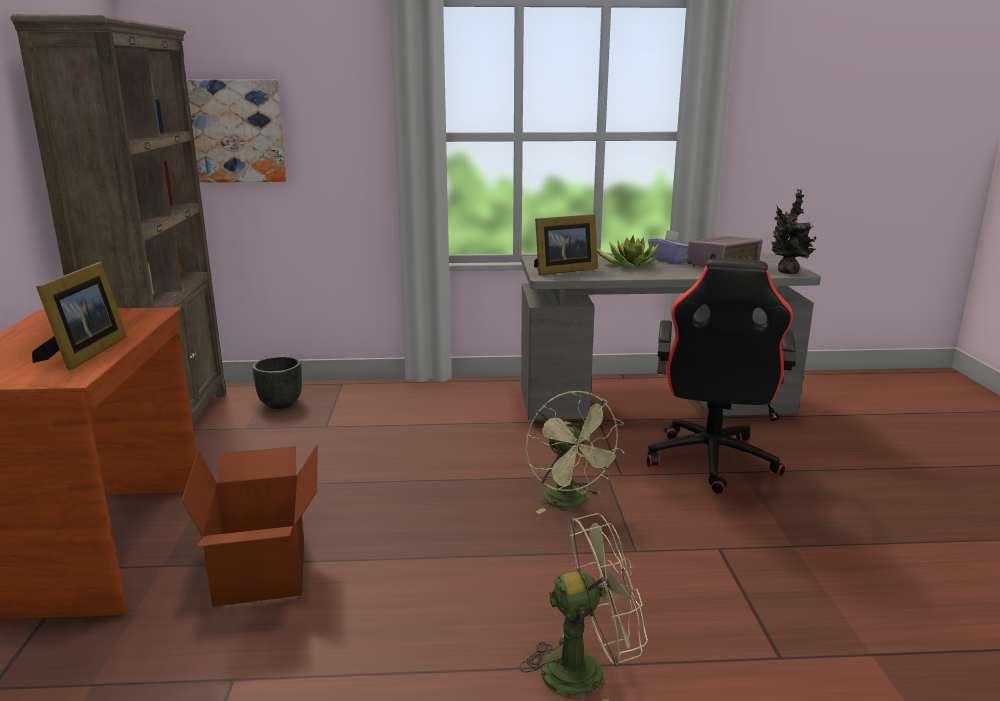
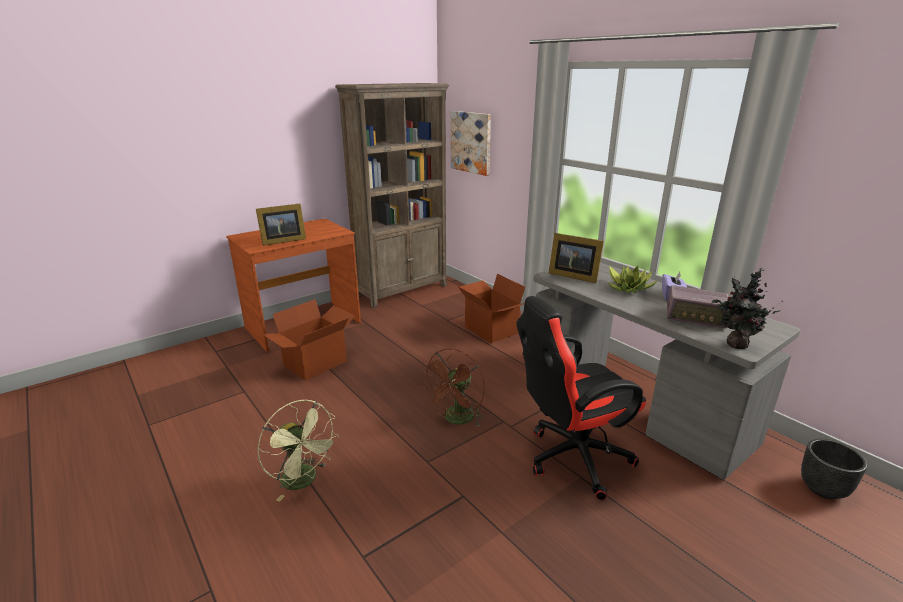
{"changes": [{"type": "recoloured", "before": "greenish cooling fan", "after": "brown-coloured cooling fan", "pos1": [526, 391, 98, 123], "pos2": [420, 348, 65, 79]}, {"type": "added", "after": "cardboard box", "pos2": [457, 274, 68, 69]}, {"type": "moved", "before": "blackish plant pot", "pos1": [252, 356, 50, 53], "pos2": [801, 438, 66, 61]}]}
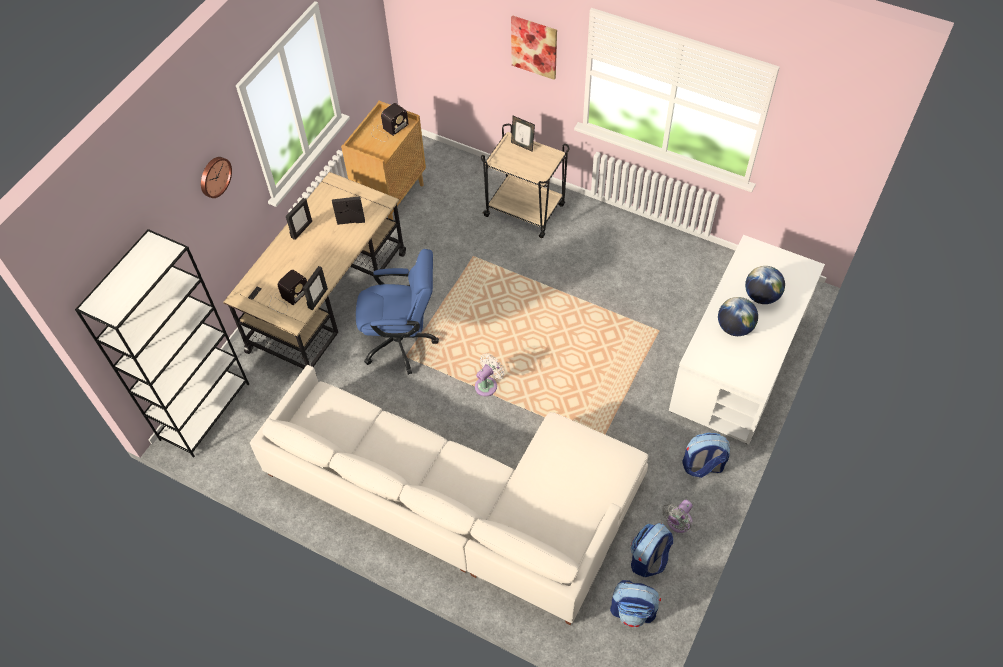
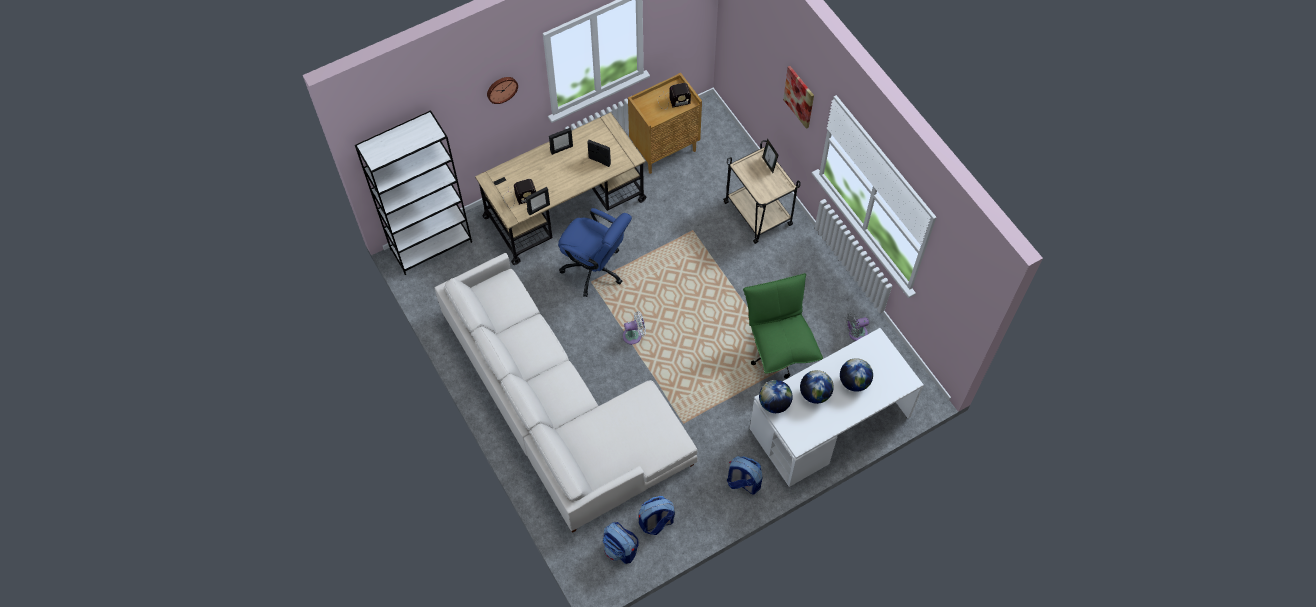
{"changes": [{"type": "added", "after": "greenish office chair", "pos2": [743, 273, 80, 106]}, {"type": "added", "after": "world globe", "pos2": [759, 380, 34, 33]}, {"type": "moved", "before": "grey cooling fan", "pos1": [662, 500, 31, 33], "pos2": [846, 312, 23, 29]}]}
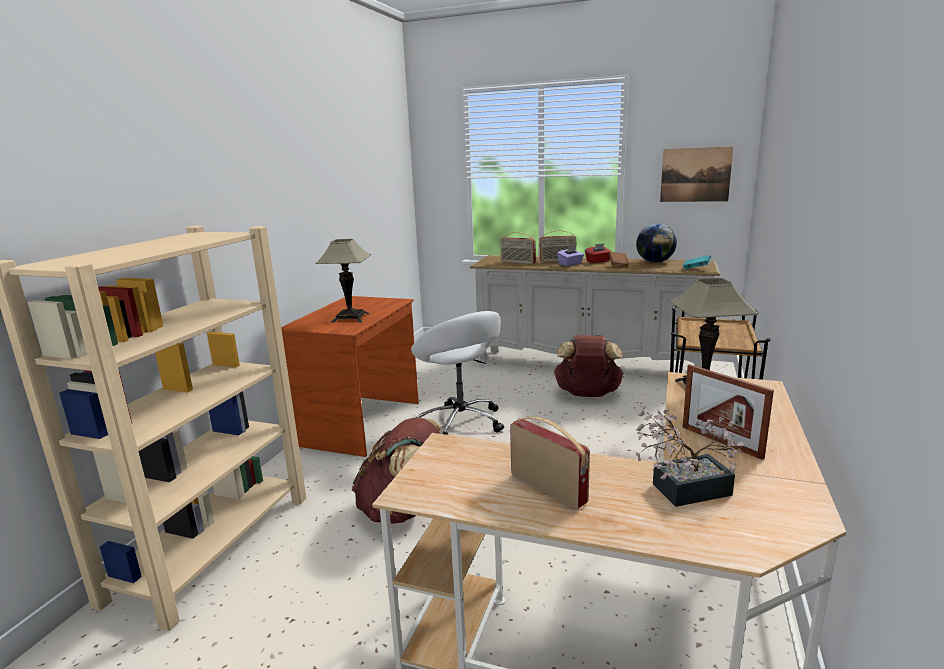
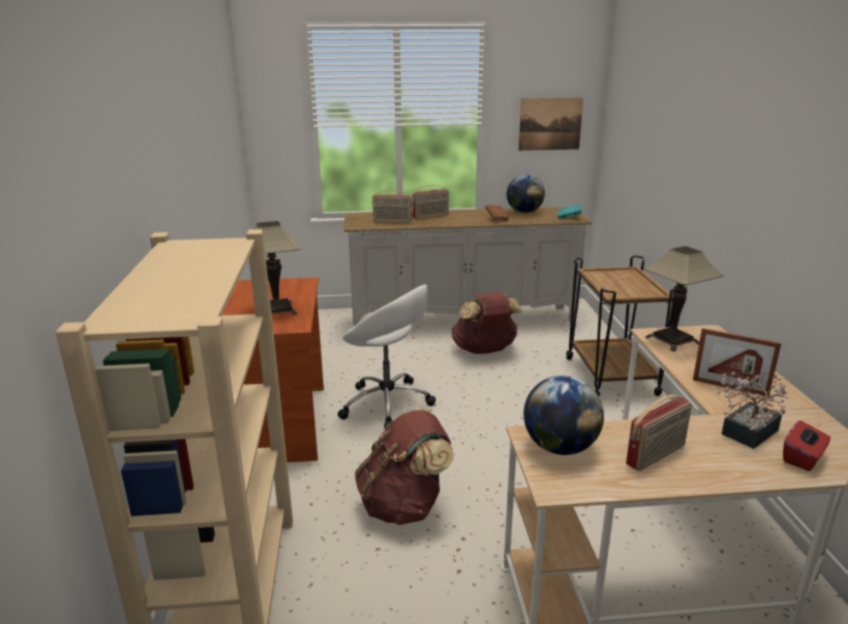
{"changes": [{"type": "added", "after": "world globe", "pos2": [524, 375, 80, 80]}, {"type": "turned", "before": "radio", "pos1": [510, 417, 80, 93], "pos2": [626, 395, 66, 76], "turn": 120}, {"type": "moved", "before": "red-coloured box of tissues", "pos1": [585, 243, 27, 20], "pos2": [783, 421, 48, 50]}, {"type": "removed", "before": "purple box of tissues", "pos1": [557, 246, 27, 20]}]}
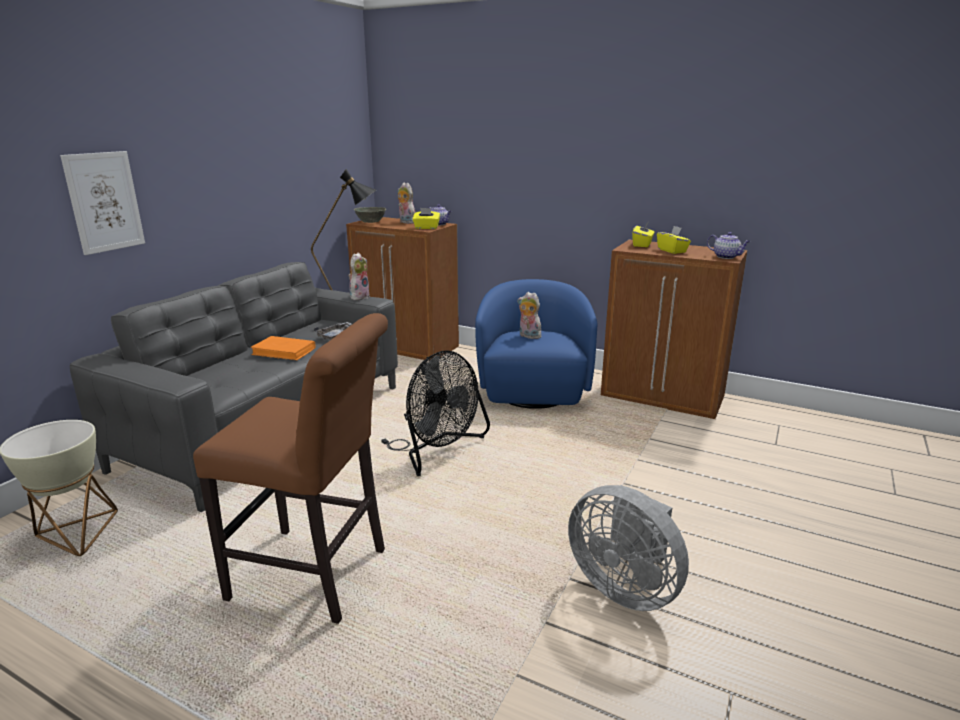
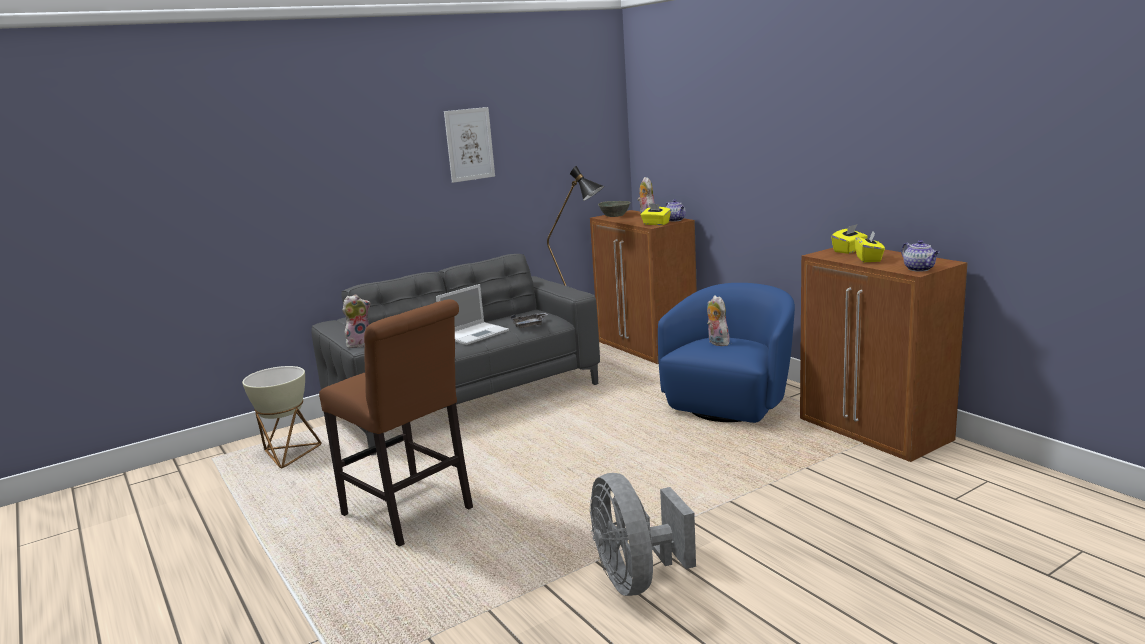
{"changes": [{"type": "moved", "before": "cuddly toy", "pos1": [349, 252, 21, 48], "pos2": [343, 294, 28, 54]}, {"type": "replaced", "before": "orange-coloured volume", "after": "portable computer", "pos1": [250, 336, 66, 25], "pos2": [436, 284, 73, 61]}, {"type": "moved", "before": "wall art", "pos1": [60, 151, 85, 104], "pos2": [444, 107, 51, 76]}, {"type": "removed", "before": "blackish cooling fan", "pos1": [381, 351, 109, 125]}]}
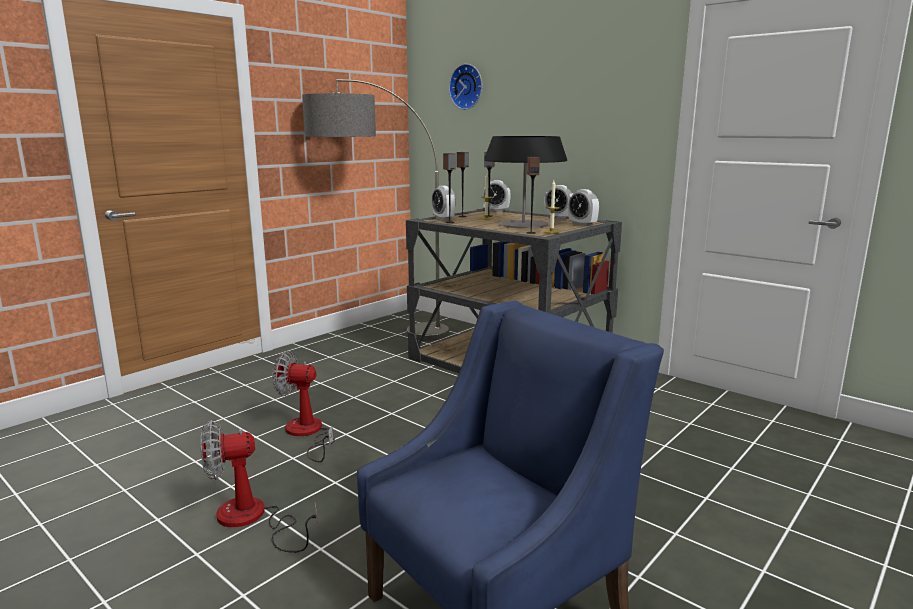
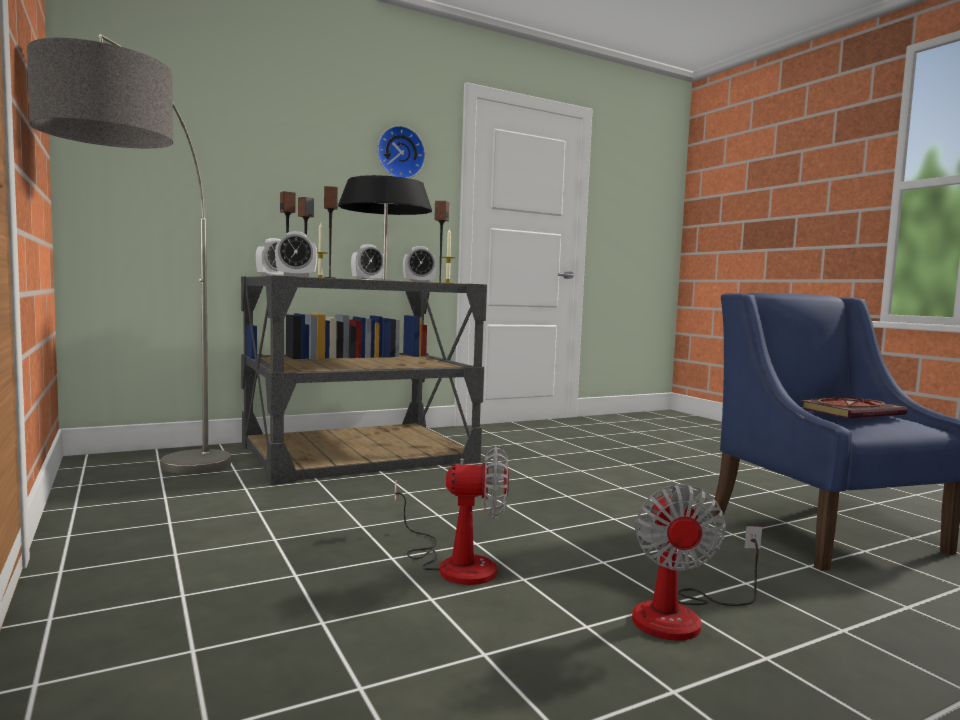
{"changes": [{"type": "moved", "before": "hanging clock", "pos1": [449, 64, 33, 46], "pos2": [377, 126, 48, 52]}, {"type": "turned", "before": "cooling fan", "pos1": [272, 351, 63, 111], "pos2": [394, 445, 115, 140], "turn": -120}, {"type": "added", "after": "volume", "pos2": [800, 397, 108, 21]}]}
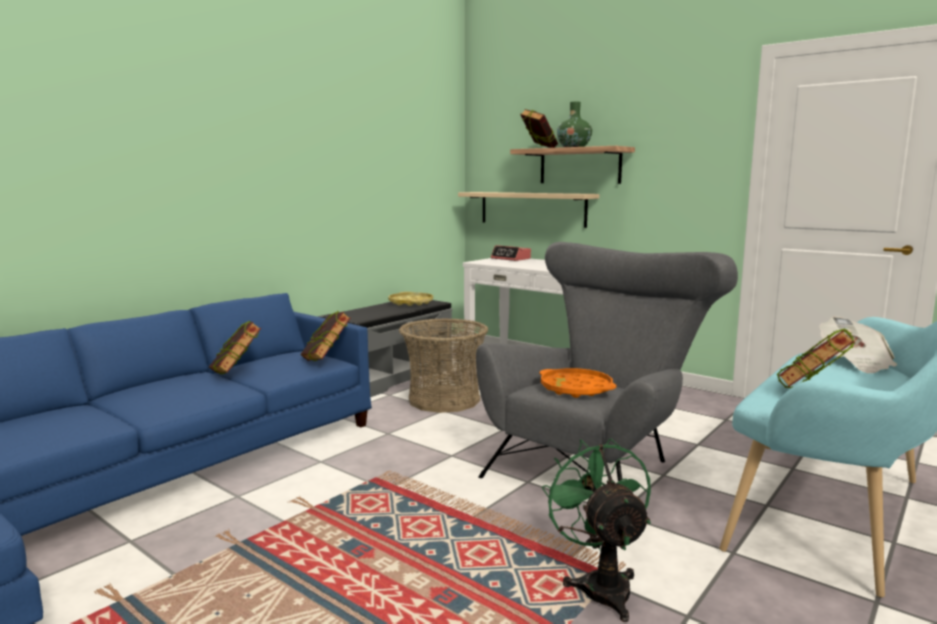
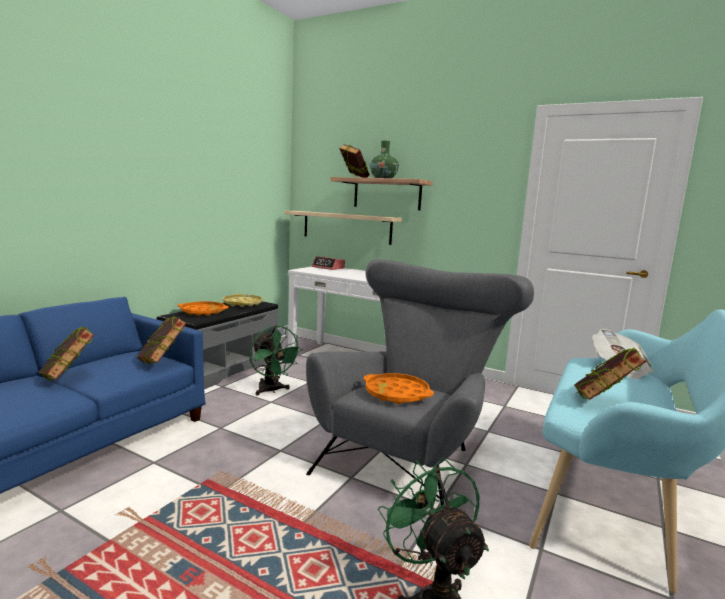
{"changes": [{"type": "added", "after": "orange-coloured carrying tray", "pos2": [177, 301, 52, 15]}, {"type": "replaced", "before": "basket", "after": "greenish cooling fan", "pos1": [399, 318, 89, 95], "pos2": [249, 326, 54, 70]}]}
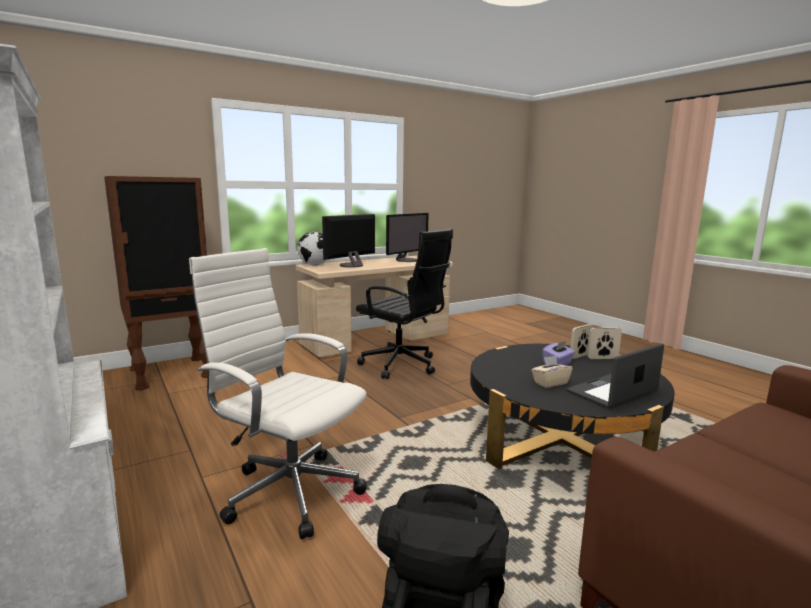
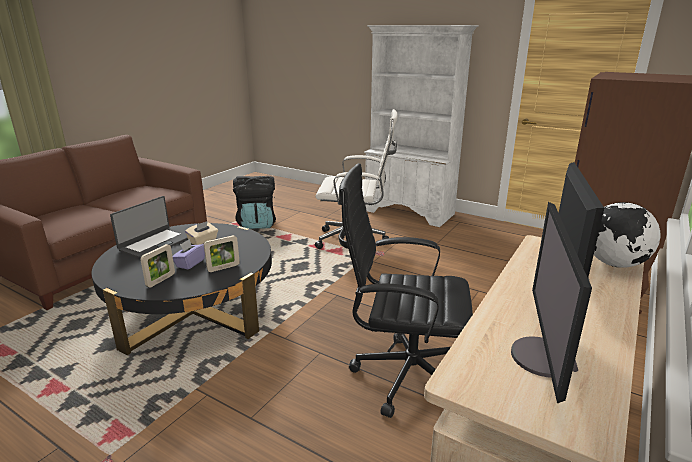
{"changes": [{"type": "moved", "before": "photo frame", "pos1": [587, 327, 35, 32], "pos2": [204, 235, 36, 37]}]}
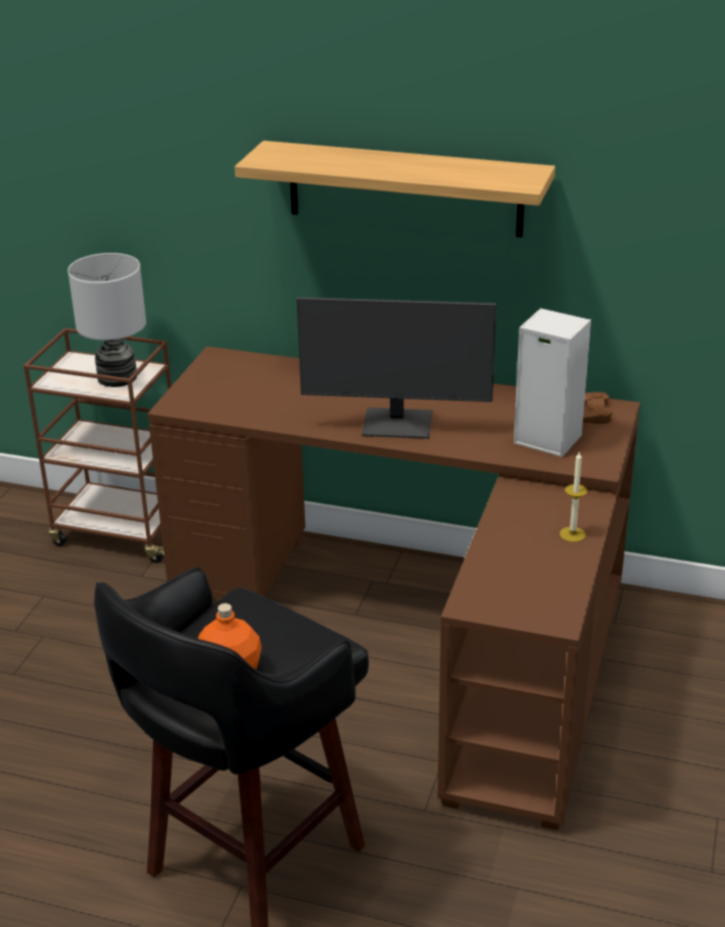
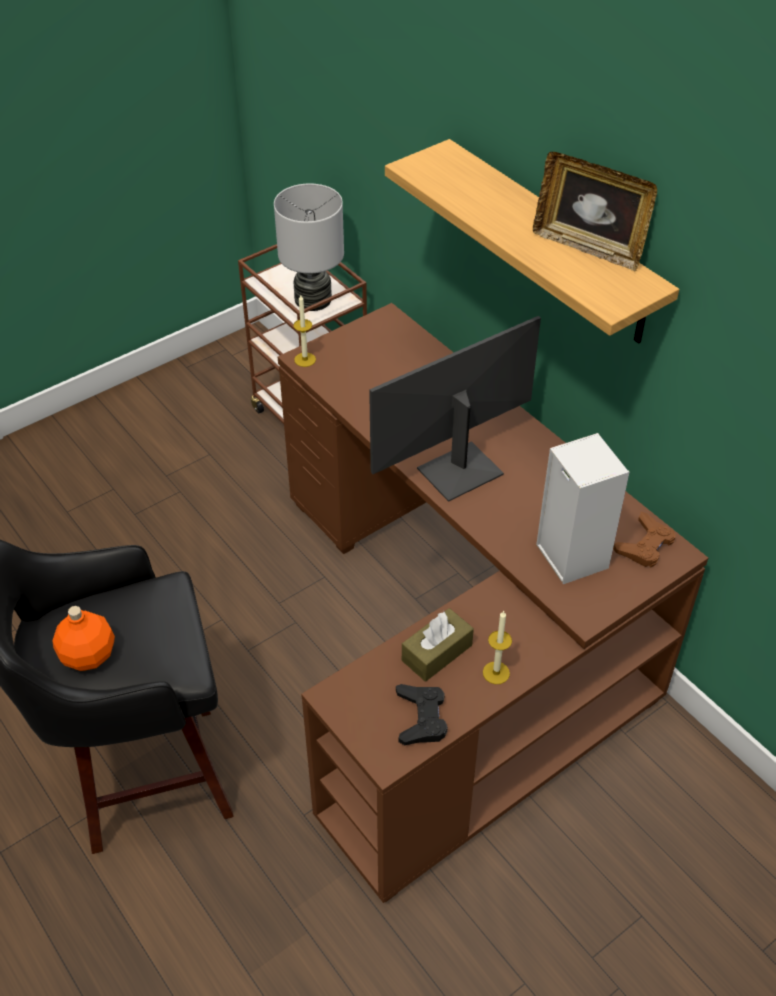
{"changes": [{"type": "added", "after": "wax candle", "pos2": [293, 295, 23, 72]}, {"type": "turned", "before": "computer screen", "pos1": [297, 297, 199, 142], "pos2": [369, 316, 172, 186], "turn": 105}, {"type": "added", "after": "blackish gamepad", "pos2": [396, 684, 52, 61]}, {"type": "added", "after": "brown-coloured box of tissues", "pos2": [402, 608, 72, 74]}, {"type": "added", "after": "photo frame", "pos2": [533, 152, 124, 120]}]}
